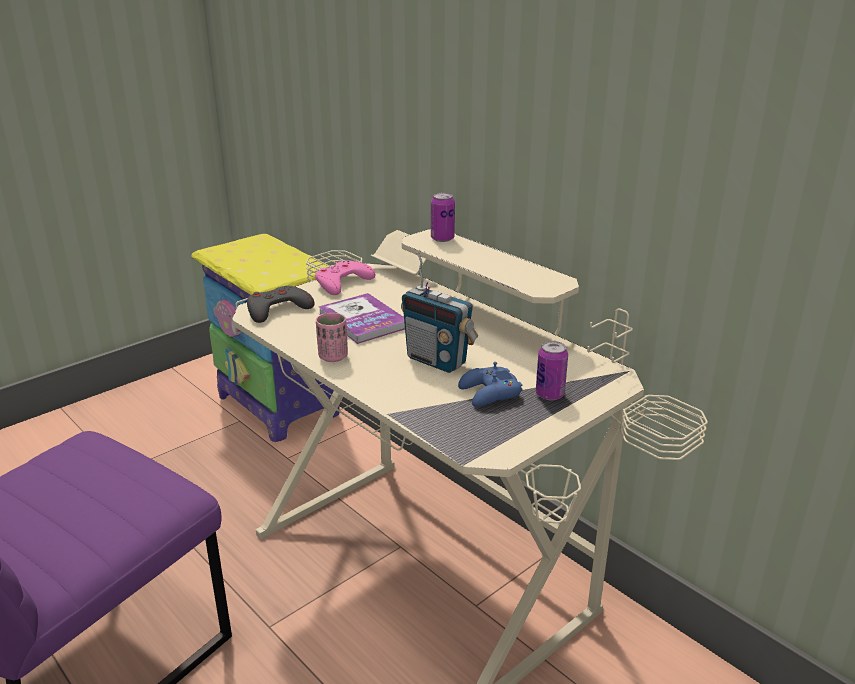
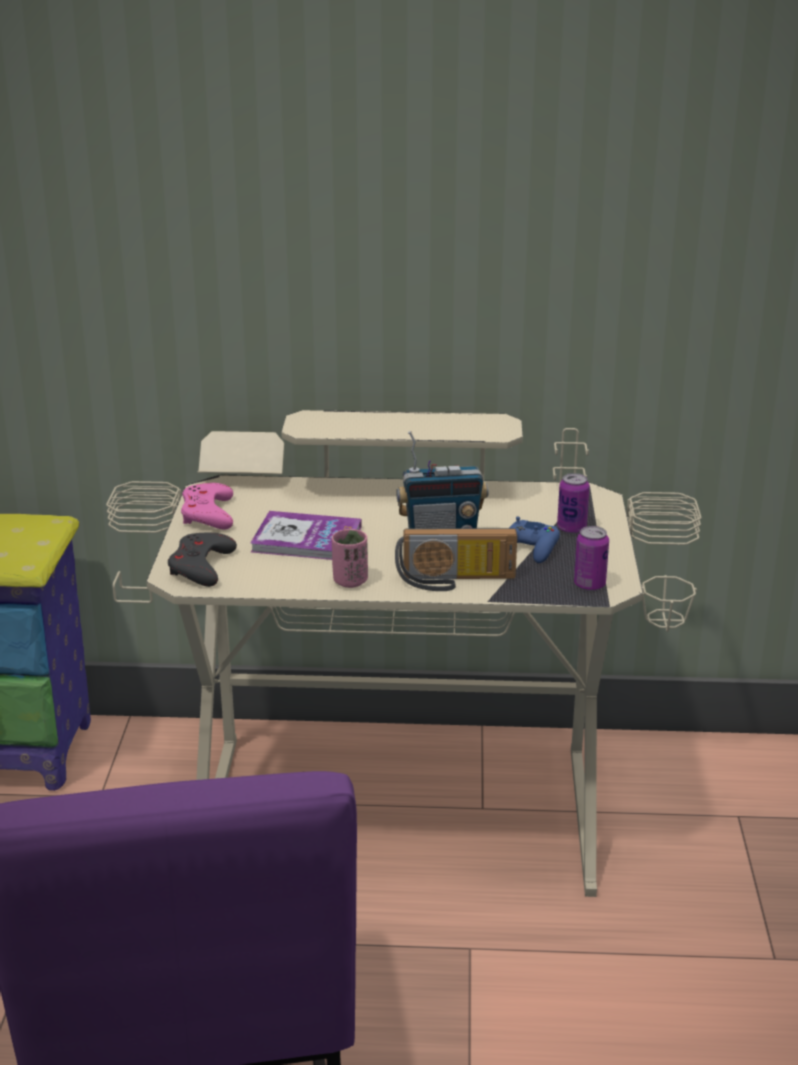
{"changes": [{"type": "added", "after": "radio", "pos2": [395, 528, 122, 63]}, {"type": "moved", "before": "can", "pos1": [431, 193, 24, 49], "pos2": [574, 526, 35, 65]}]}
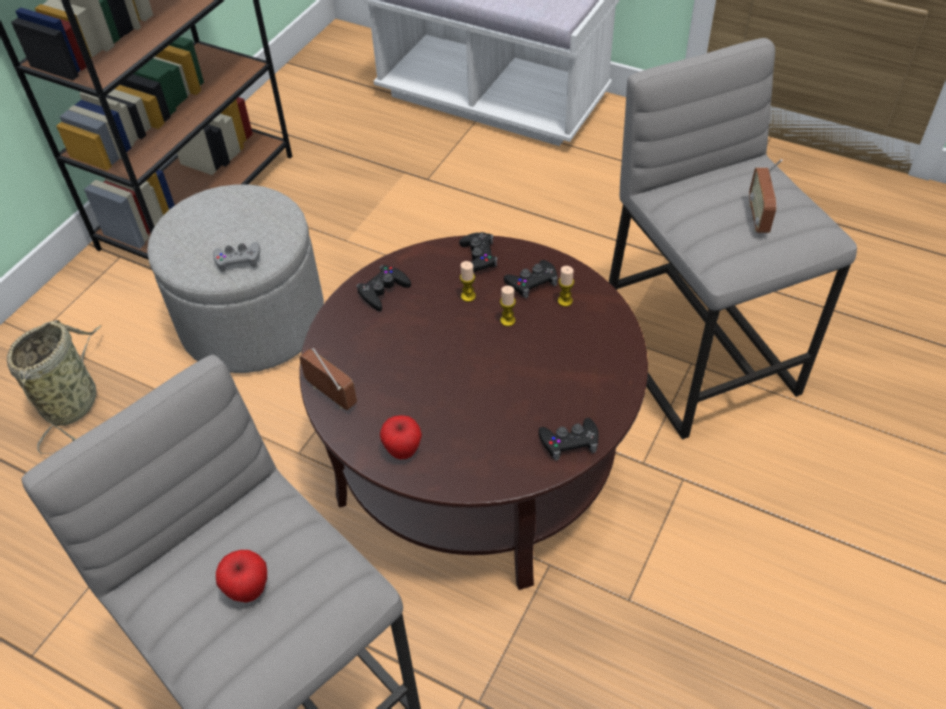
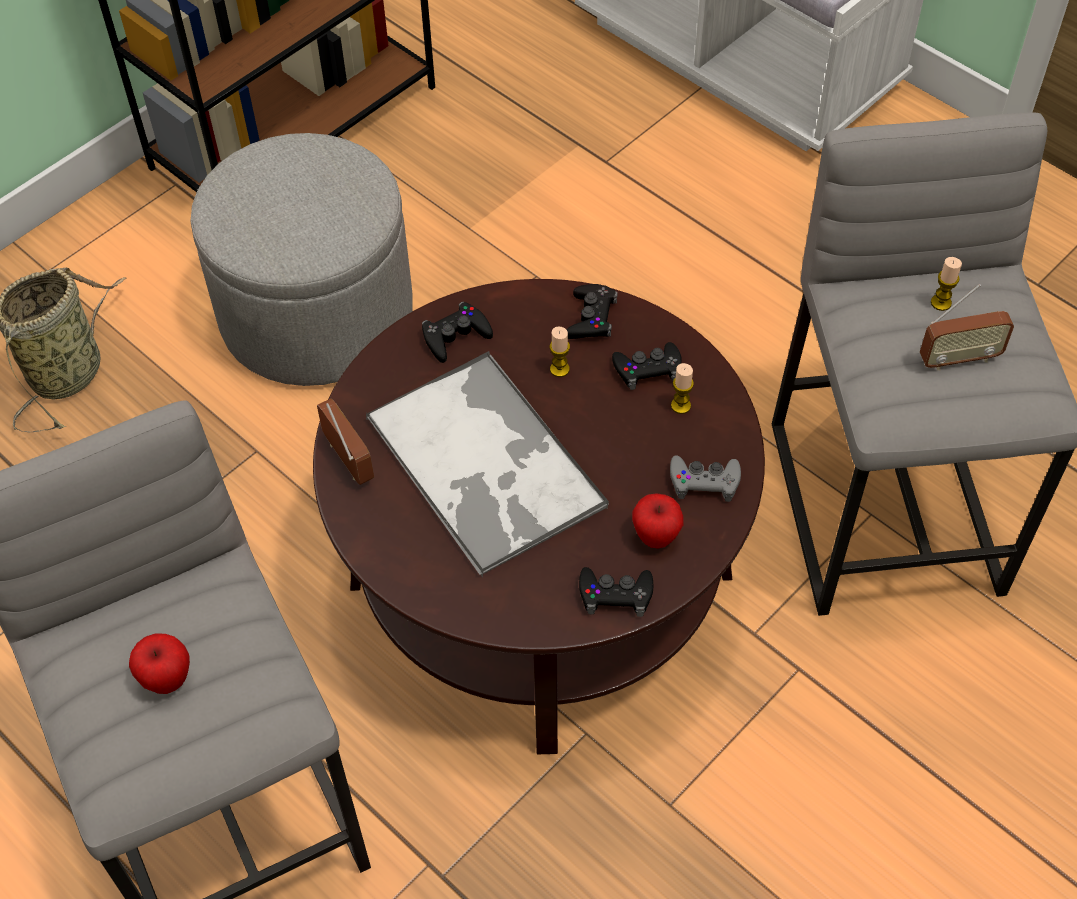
{"changes": [{"type": "added", "after": "carrying tray", "pos2": [366, 351, 243, 226]}, {"type": "moved", "before": "whole apple", "pos1": [380, 415, 42, 45], "pos2": [632, 493, 52, 55]}, {"type": "moved", "before": "grey gamepad", "pos1": [213, 242, 47, 30], "pos2": [670, 455, 71, 47]}, {"type": "turned", "before": "radio", "pos1": [749, 159, 33, 74], "pos2": [920, 284, 94, 87], "turn": -120}, {"type": "moved", "before": "wax candle", "pos1": [500, 286, 16, 40], "pos2": [931, 257, 31, 54]}]}
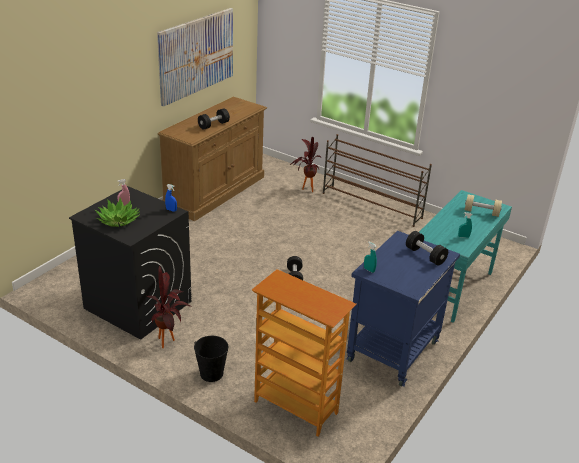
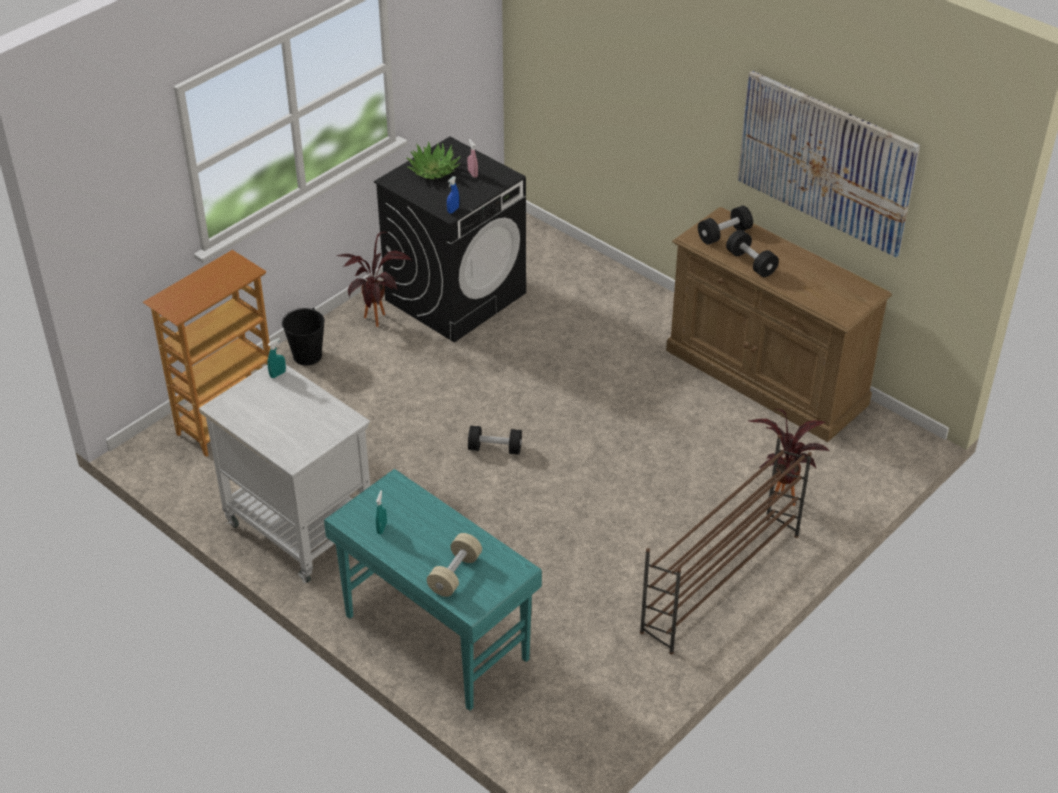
{"changes": [{"type": "recoloured", "before": "bluish cart", "after": "white-coloured cart", "pos1": [346, 231, 114, 156], "pos2": [199, 364, 172, 220]}, {"type": "moved", "before": "blackish hand weight", "pos1": [406, 231, 42, 34], "pos2": [698, 206, 55, 39]}]}
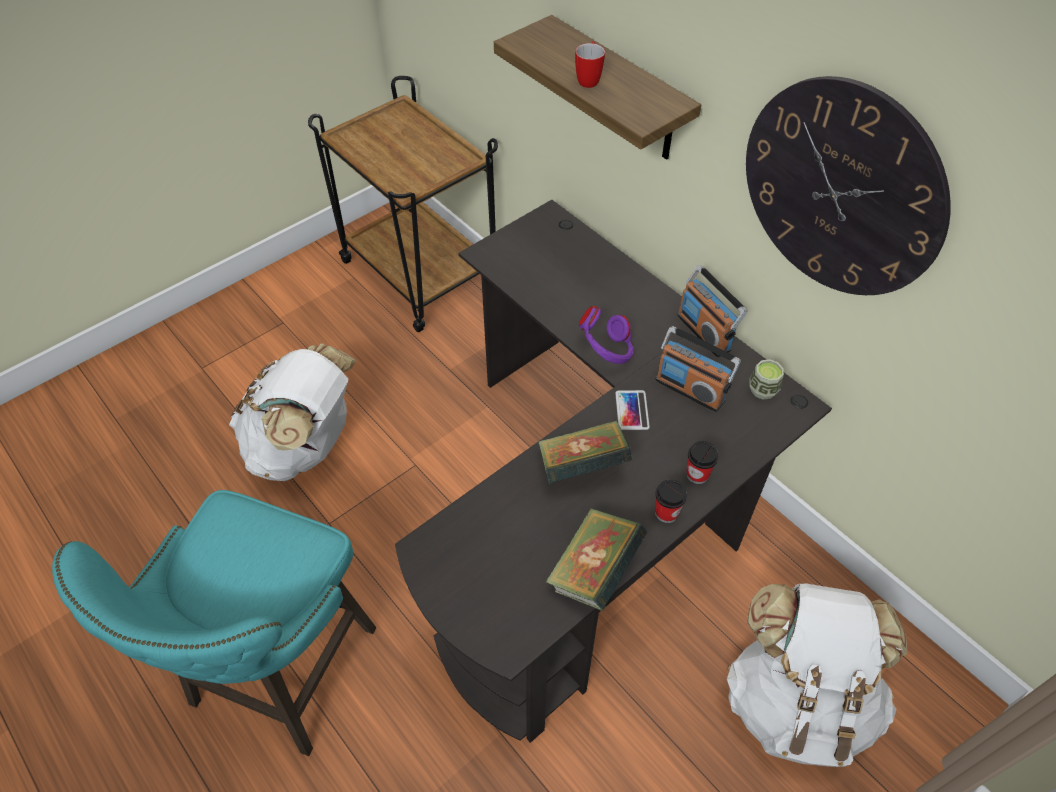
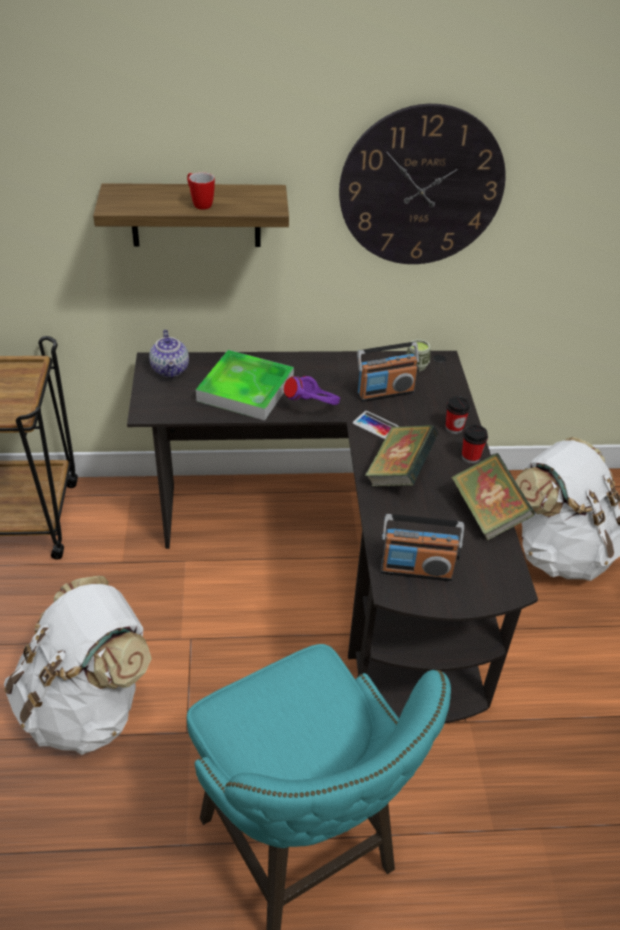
{"changes": [{"type": "added", "after": "tea pot", "pos2": [149, 330, 40, 48]}, {"type": "added", "after": "carrying tray", "pos2": [196, 350, 98, 70]}, {"type": "moved", "before": "radio", "pos1": [677, 265, 70, 92], "pos2": [381, 514, 83, 67]}]}
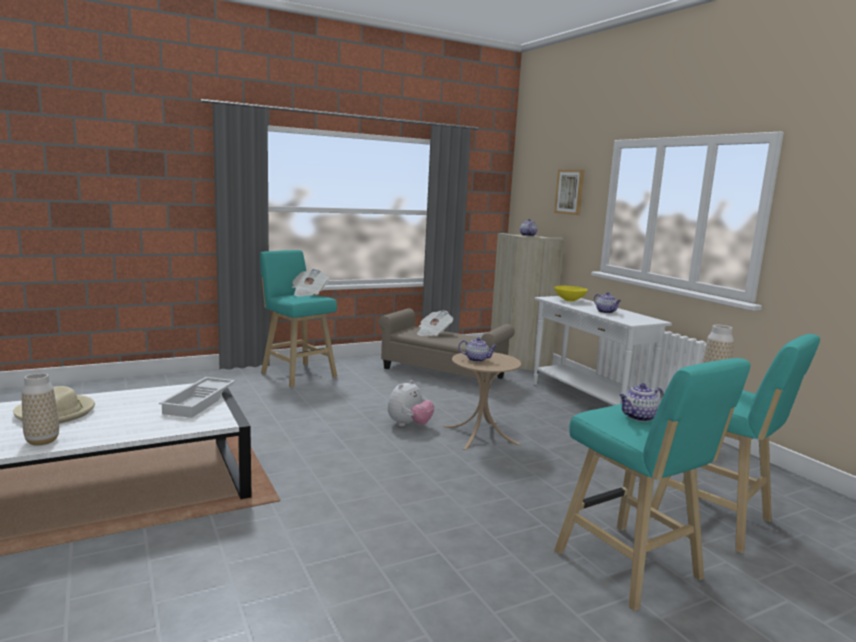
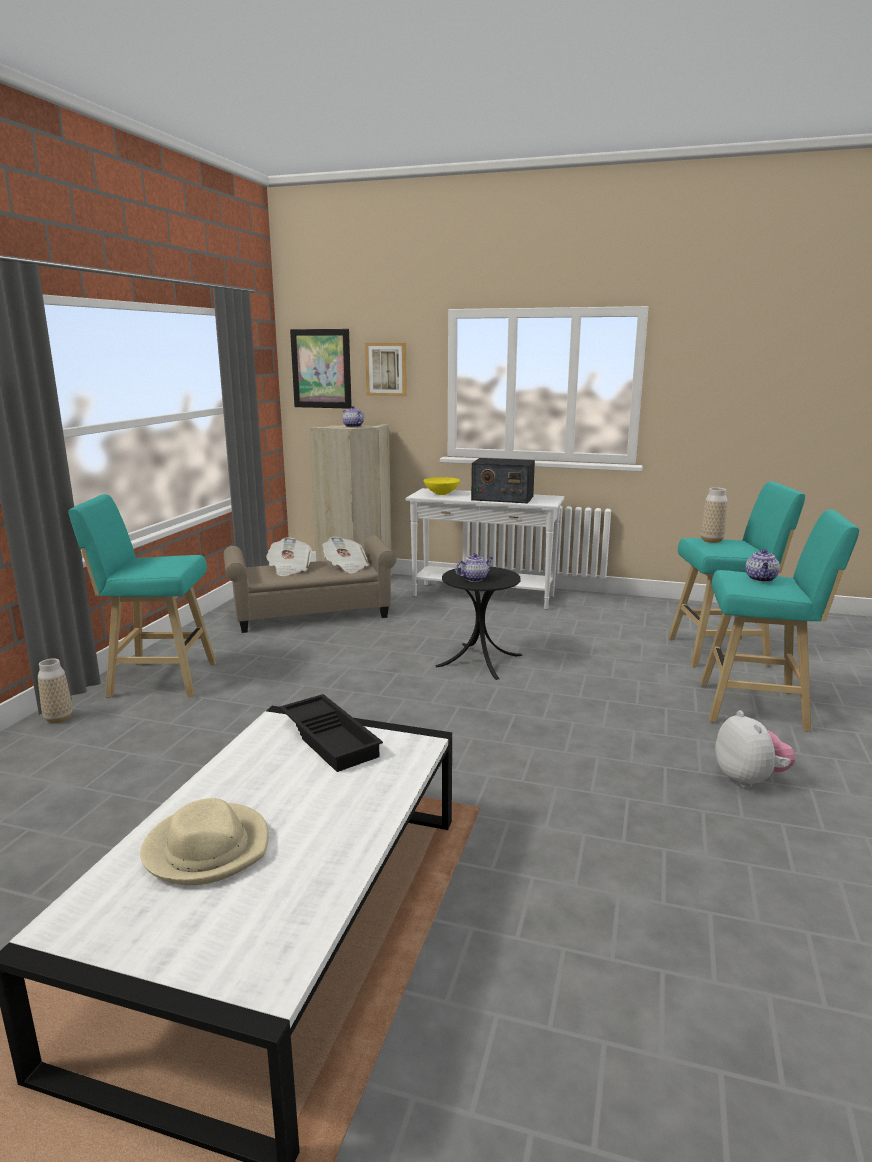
{"changes": [{"type": "moved", "before": "decorative vase", "pos1": [22, 373, 37, 72], "pos2": [38, 658, 35, 65]}, {"type": "recoloured", "before": "white-coloured carrying tray", "after": "blackish carrying tray", "pos1": [159, 377, 77, 41], "pos2": [279, 694, 104, 78]}, {"type": "added", "after": "wall art", "pos2": [290, 329, 62, 80]}, {"type": "moved", "before": "daily paper", "pos1": [292, 269, 38, 27], "pos2": [322, 537, 47, 37]}, {"type": "recoloured", "before": "sand-coloured end table", "after": "blackish end table", "pos1": [443, 352, 78, 98], "pos2": [435, 567, 88, 113]}, {"type": "replaced", "before": "tea pot", "after": "radio", "pos1": [594, 292, 27, 21], "pos2": [471, 458, 64, 46]}, {"type": "moved", "before": "cuddly toy", "pos1": [388, 380, 46, 46], "pos2": [715, 710, 80, 78]}]}
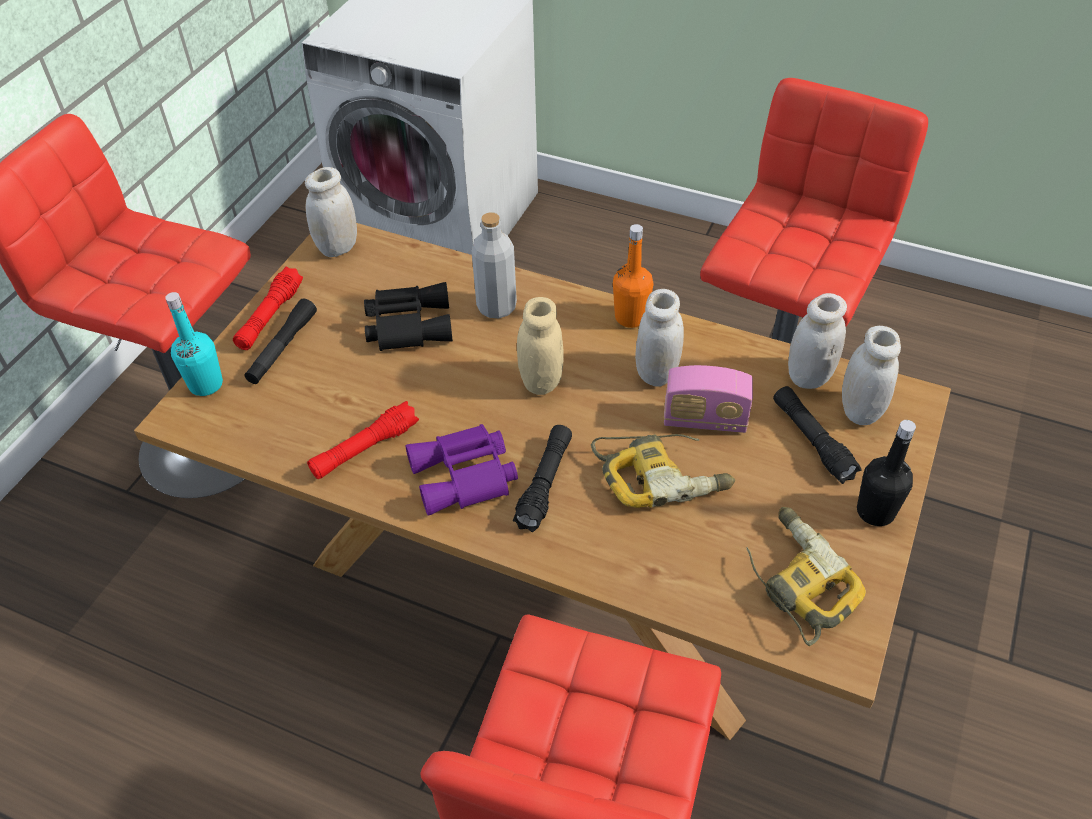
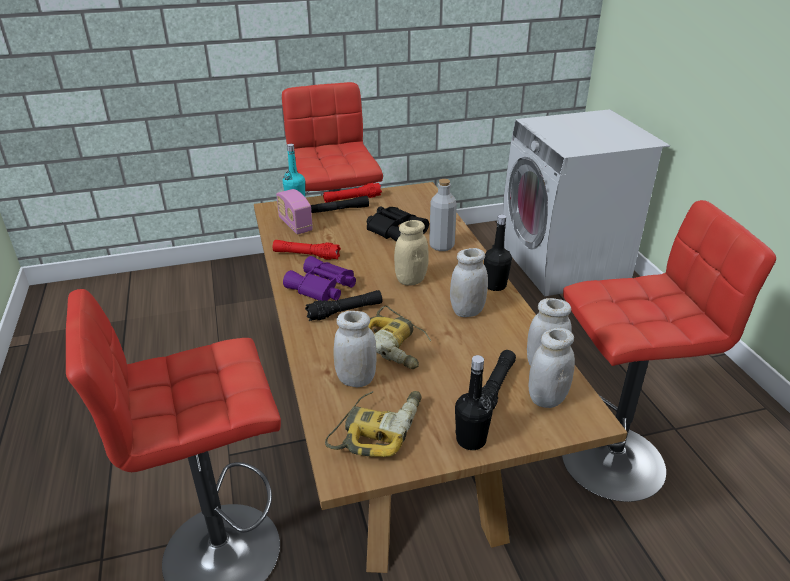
{"changes": [{"type": "moved", "before": "radio", "pos1": [664, 365, 89, 68], "pos2": [276, 189, 37, 45]}, {"type": "moved", "before": "white-coloured preserve jar", "pos1": [305, 167, 52, 90], "pos2": [333, 311, 44, 77]}, {"type": "recoloured", "before": "orange-coloured bottle", "after": "blackish bottle", "pos1": [613, 224, 40, 104], "pos2": [484, 214, 28, 77]}]}
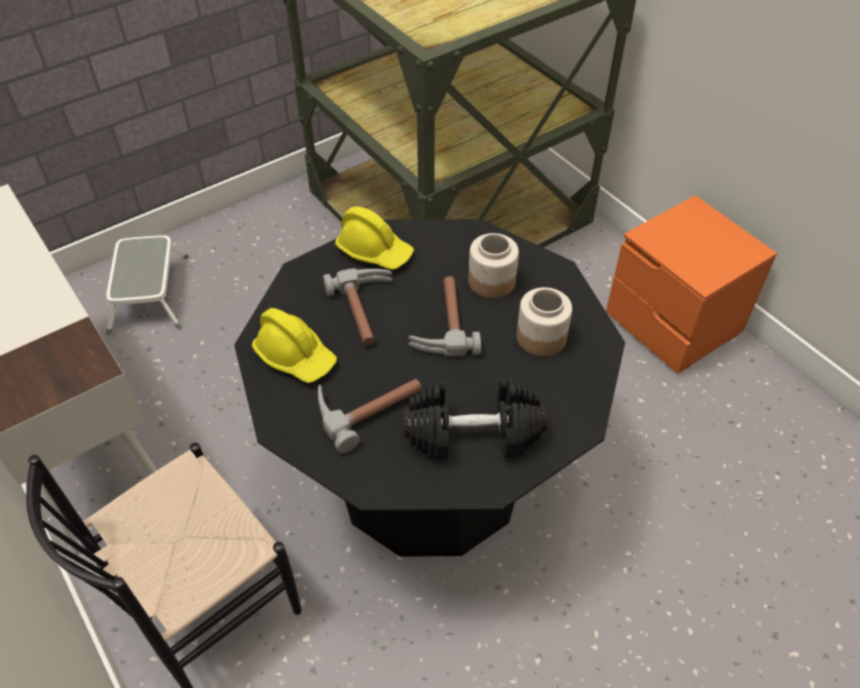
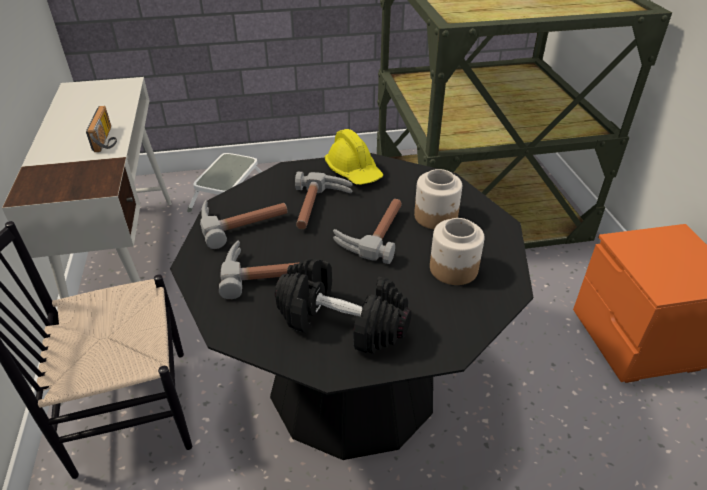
{"changes": [{"type": "added", "after": "radio", "pos2": [86, 106, 31, 46]}, {"type": "replaced", "before": "yellowish hard hat", "after": "hammer", "pos1": [252, 308, 85, 75], "pos2": [200, 200, 88, 49]}]}
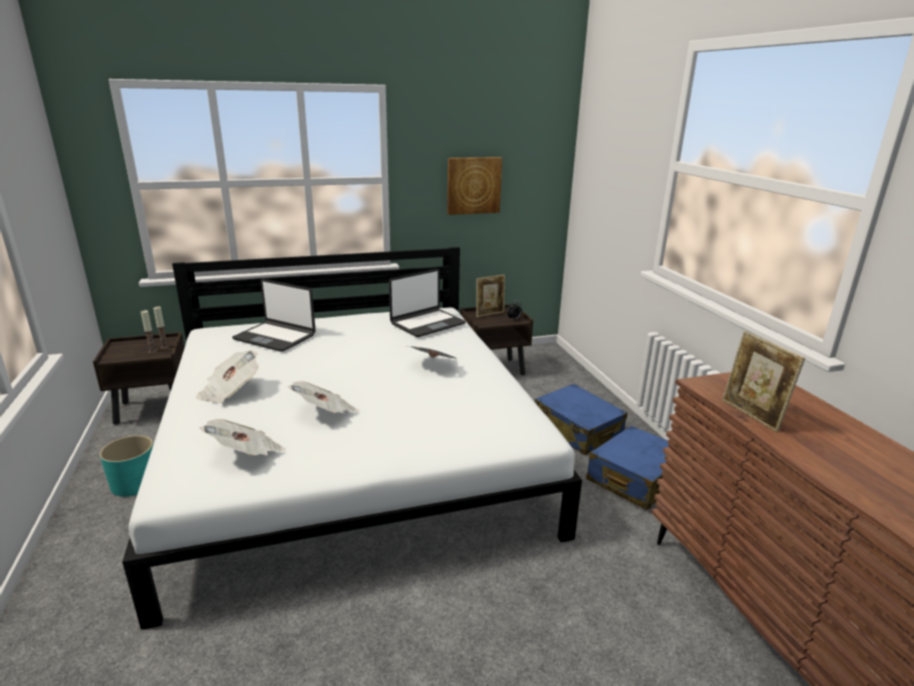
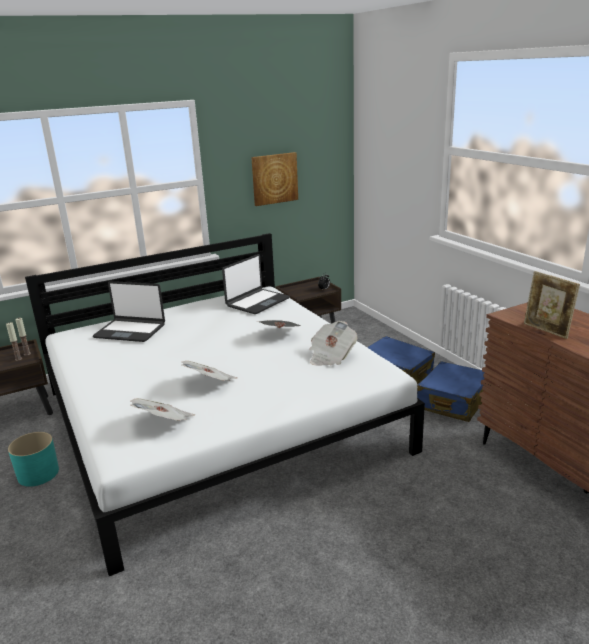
{"changes": [{"type": "moved", "before": "daily paper", "pos1": [196, 351, 63, 52], "pos2": [310, 321, 47, 45]}, {"type": "removed", "before": "photo frame", "pos1": [476, 275, 29, 42]}]}
